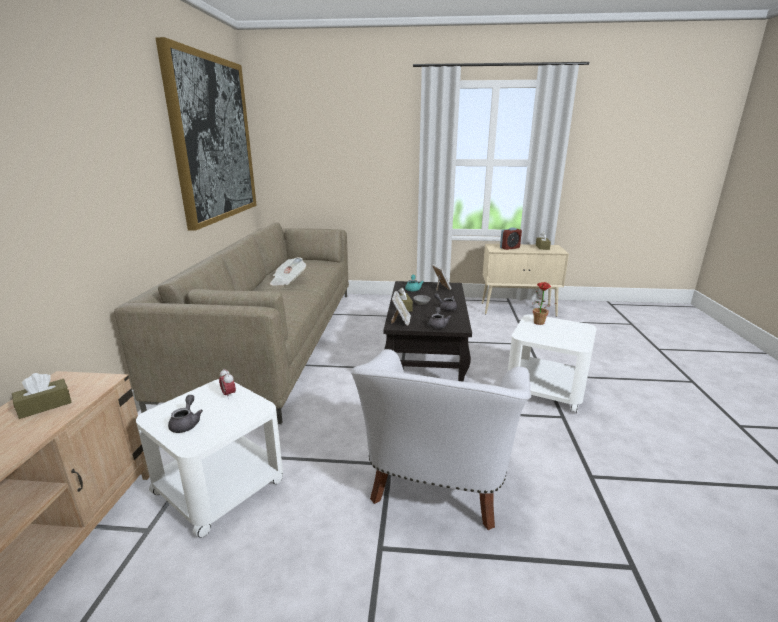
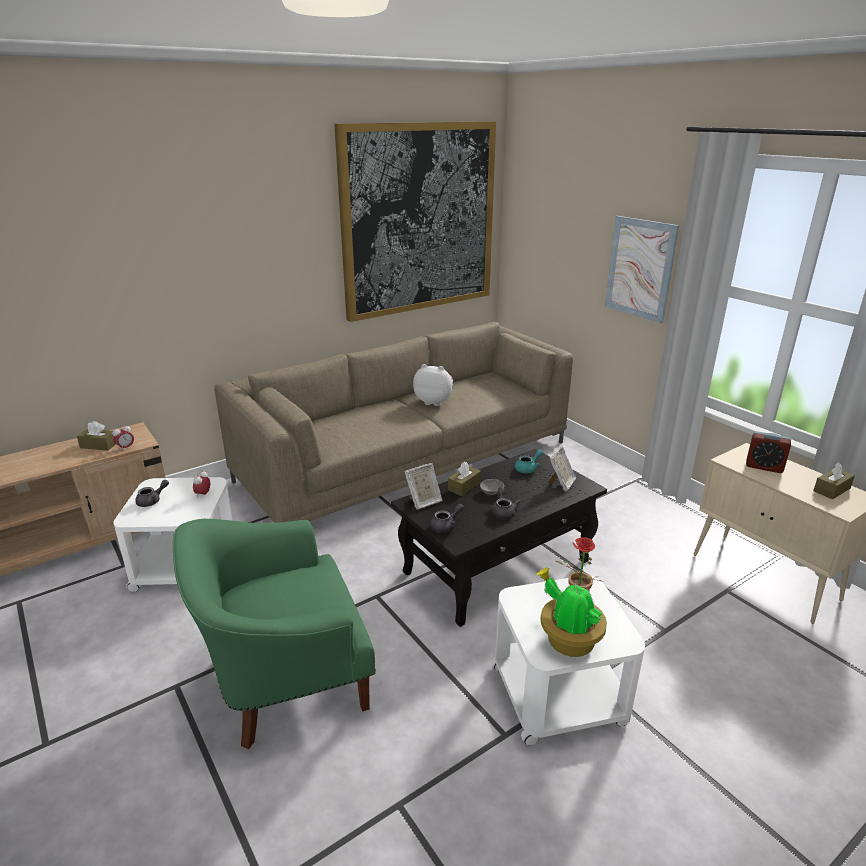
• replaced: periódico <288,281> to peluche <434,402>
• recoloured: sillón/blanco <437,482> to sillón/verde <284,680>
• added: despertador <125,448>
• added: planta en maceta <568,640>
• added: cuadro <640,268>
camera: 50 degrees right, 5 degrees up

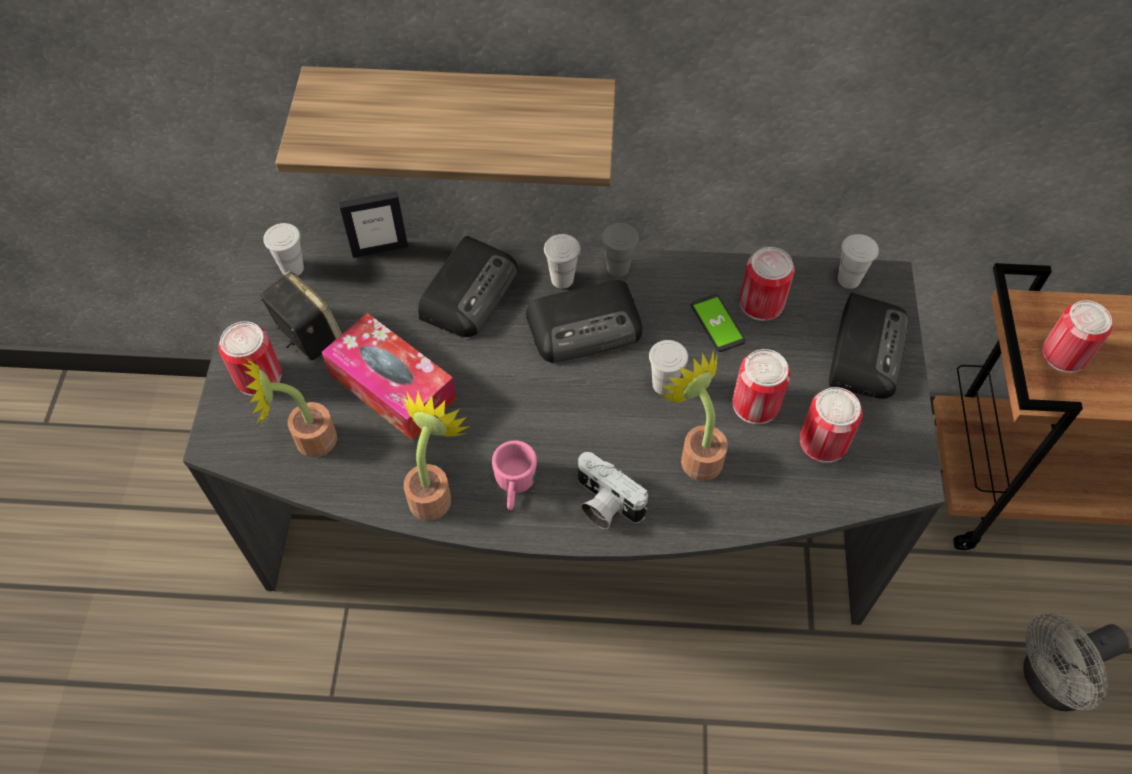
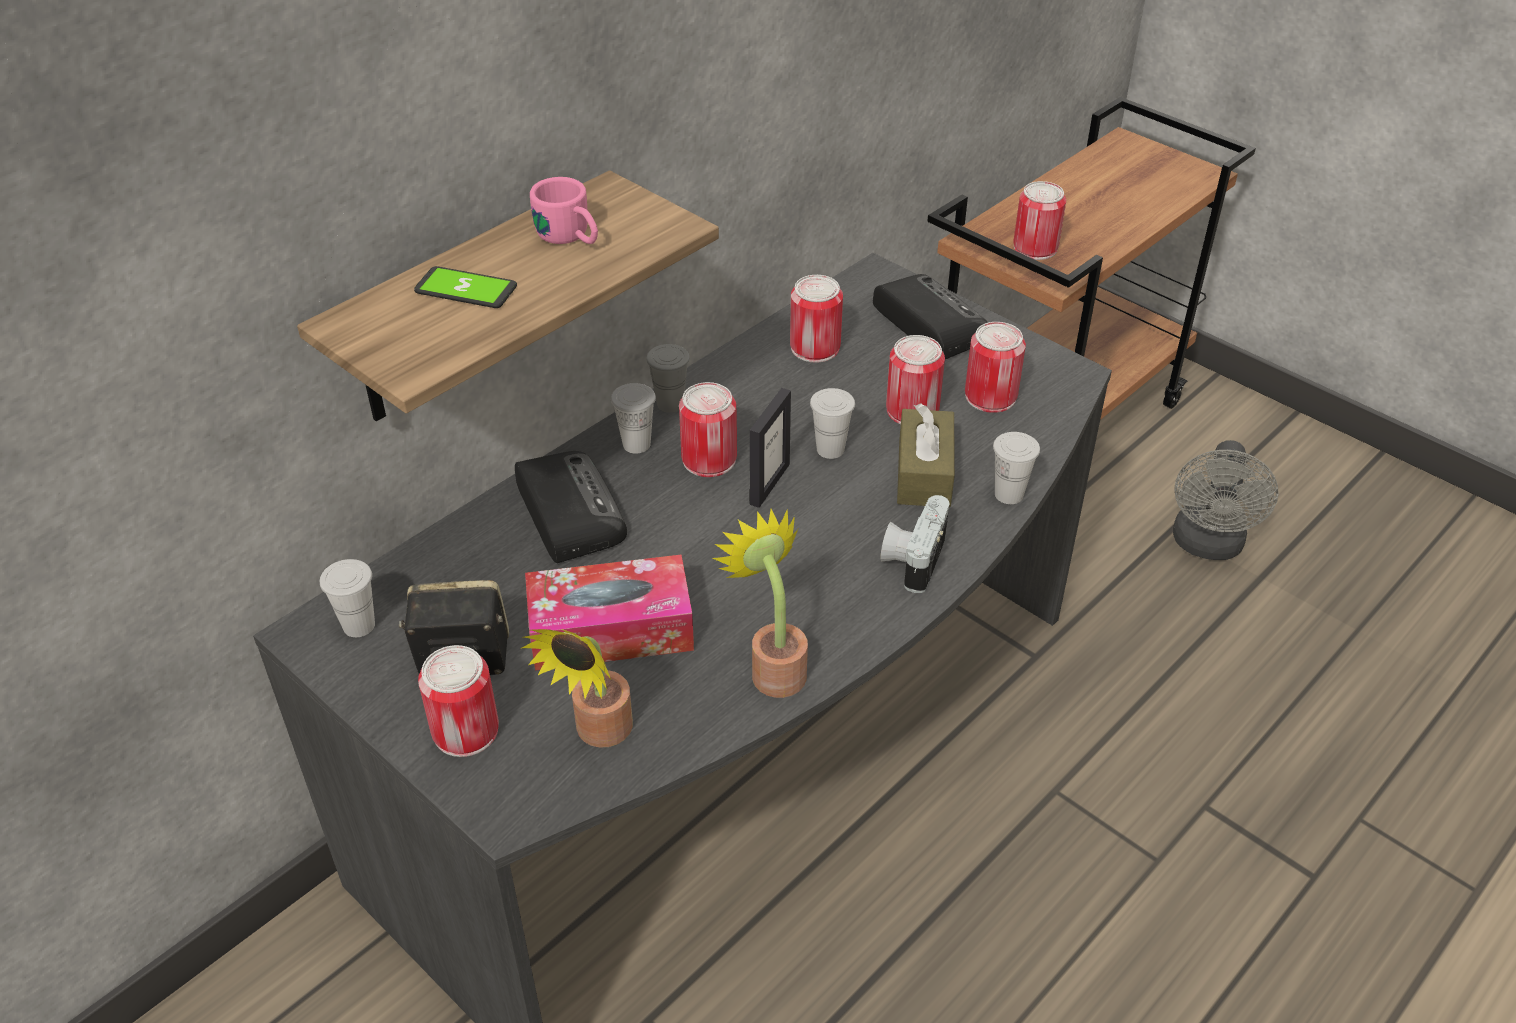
• moved: portarretratos <380,249> to <769,484>
• moved: taza grande/rosa <514,487> to <571,238>
• replaced: radio <586,326> to lata <709,459>
• turned: cámara <604,504> = <912,558> 120 degrees clockwise
• replaced: planta en maceta <696,455> to caja de pañuelos/marrón <924,473>
• moved: móvil <717,323> to <466,289>
• moved: taza/blanco <848,279> to <1009,494>
camera: 50 degrees left, 15 degrees down

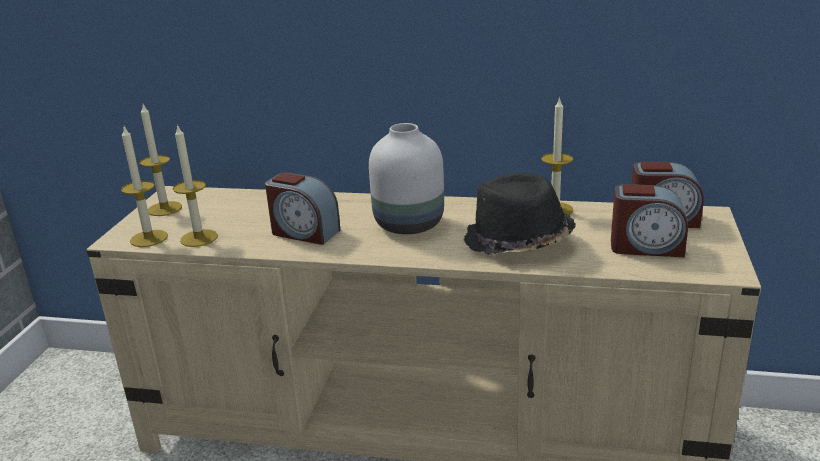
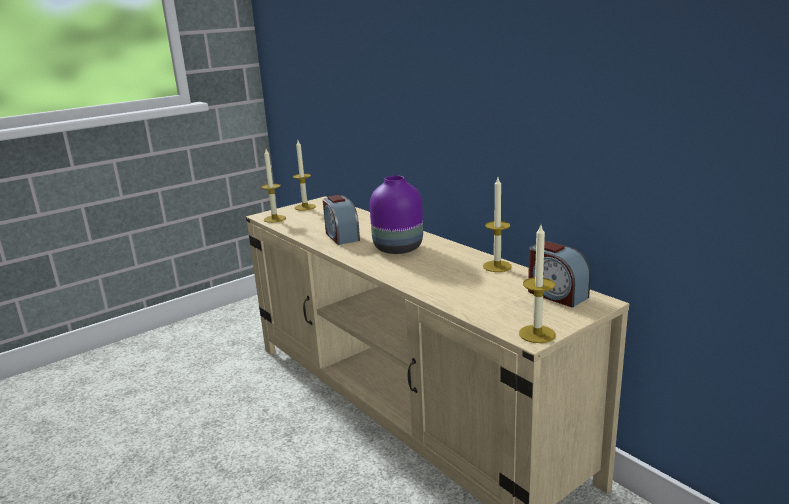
• moved: vela <199,238> to <537,334>
• recoloured: florero/blanco <407,225> to florero/morado <396,248>
• removed: sombrero/negro <517,241>
• removed: despertador <646,247>
camera: 40 degrees right, 5 degrees down

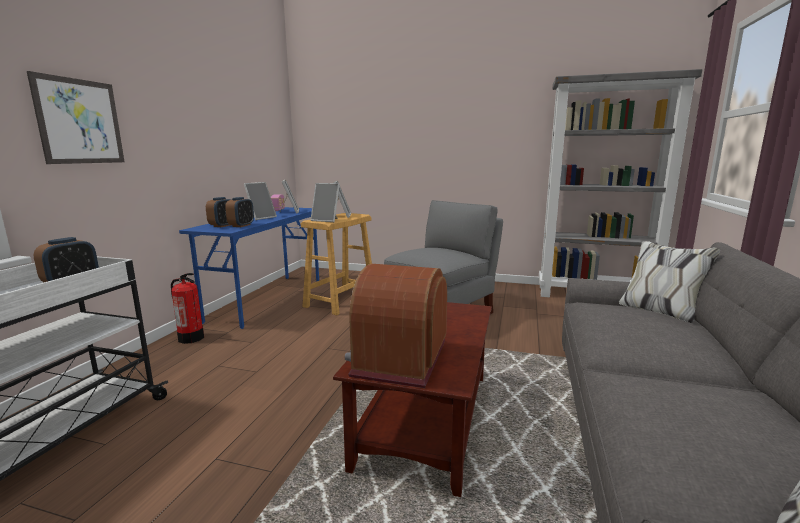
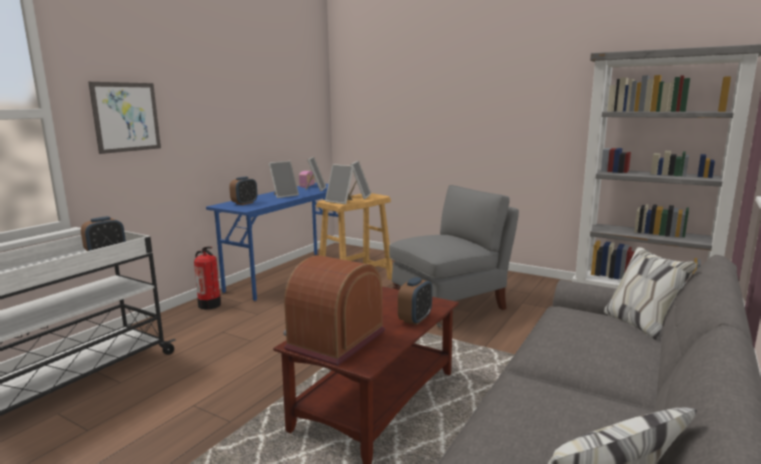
• moved: despertador <241,225> to <415,319>
camera: 15 degrees right, 0 degrees up

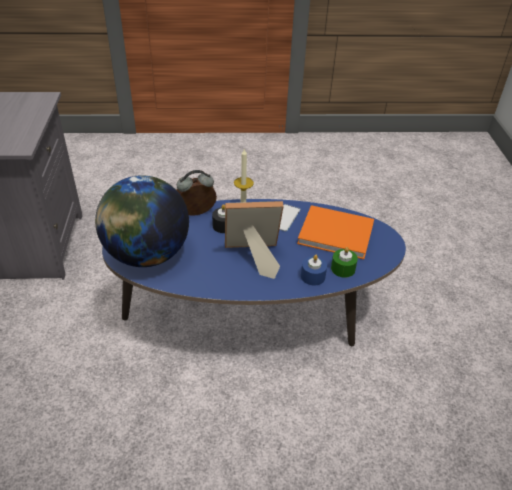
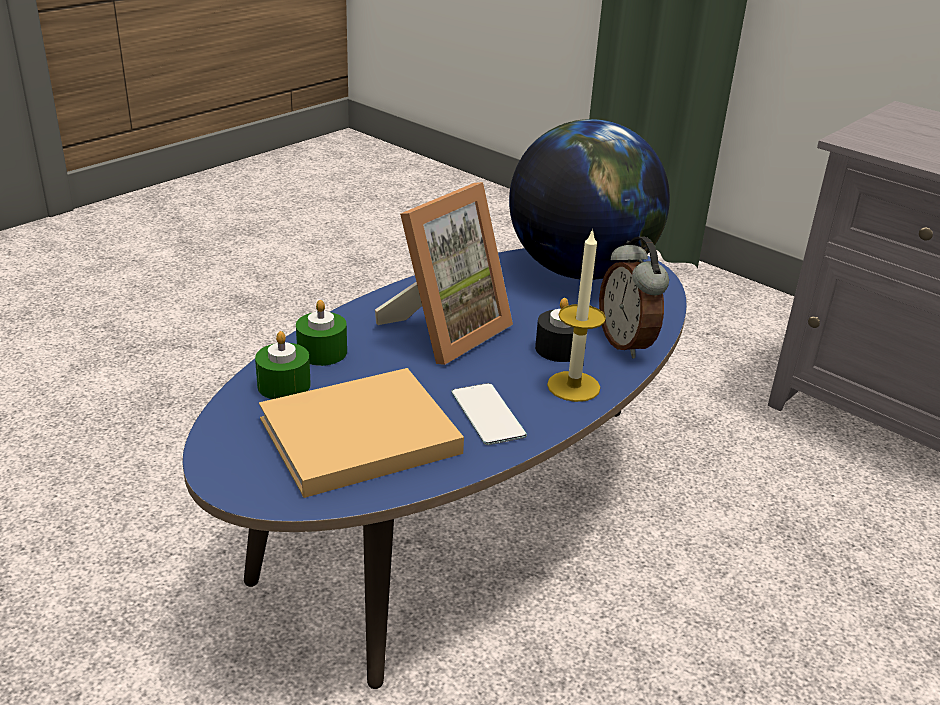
• turned: despertador <196,214> = <627,343> 135 degrees clockwise
• recoloured: libro/naranja <338,234> to libro/beis <354,437>
• recoloured: vela/azul <313,276> to vela/verde <322,352>
camera: 135 degrees right, 10 degrees down

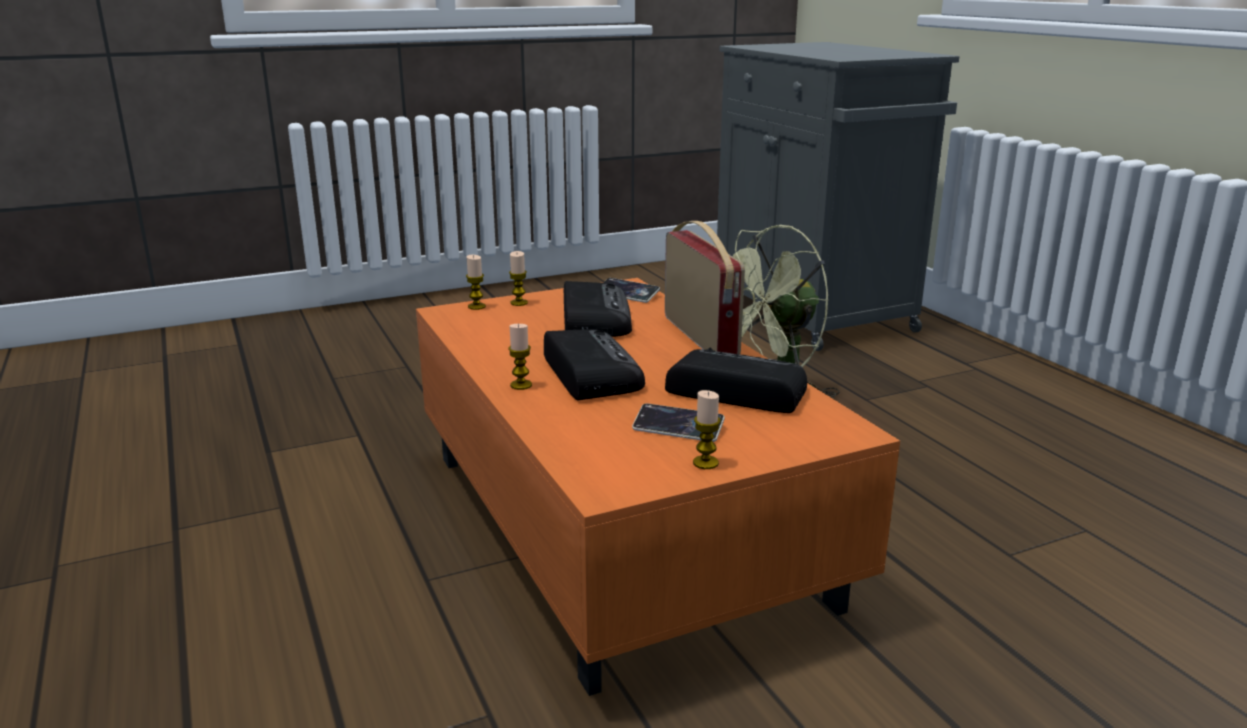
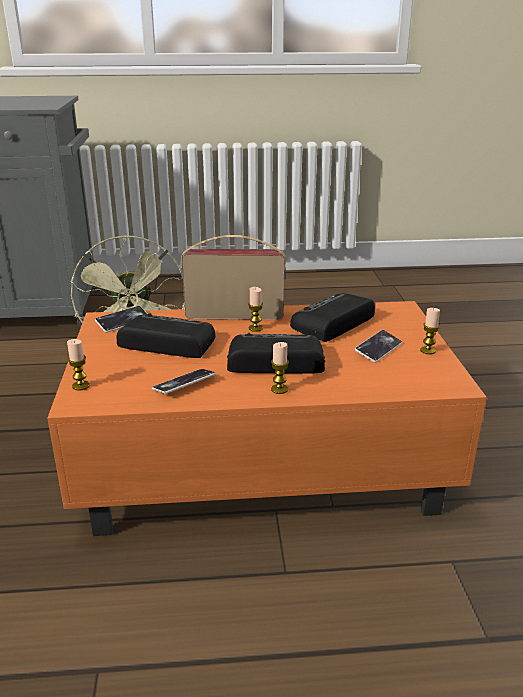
• moved: vela <519,303> to <255,328>
• added: móvil <184,384>
camera: 70 degrees left, 5 degrees up

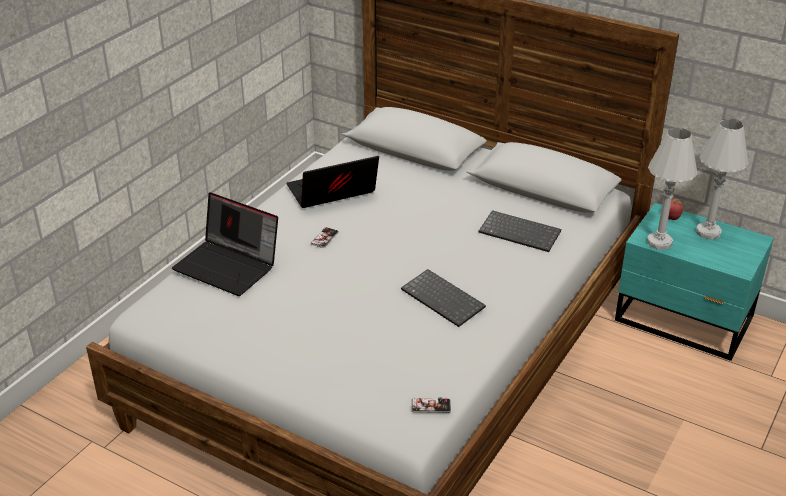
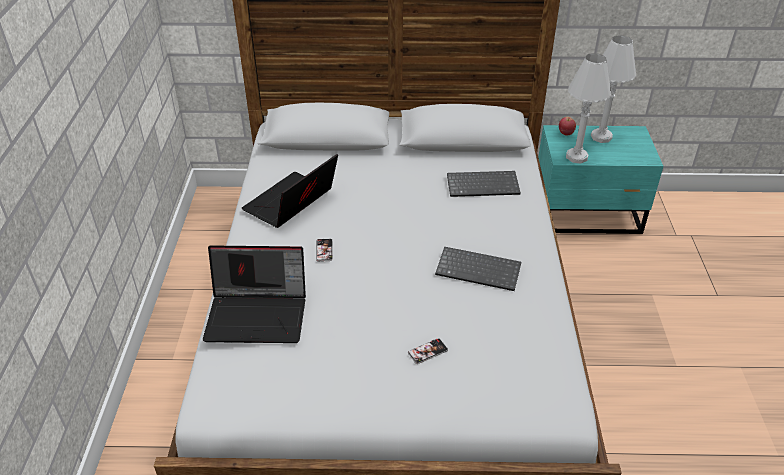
• moved: móvil <431,406> to <427,351>
camera: 30 degrees left, 5 degrees up

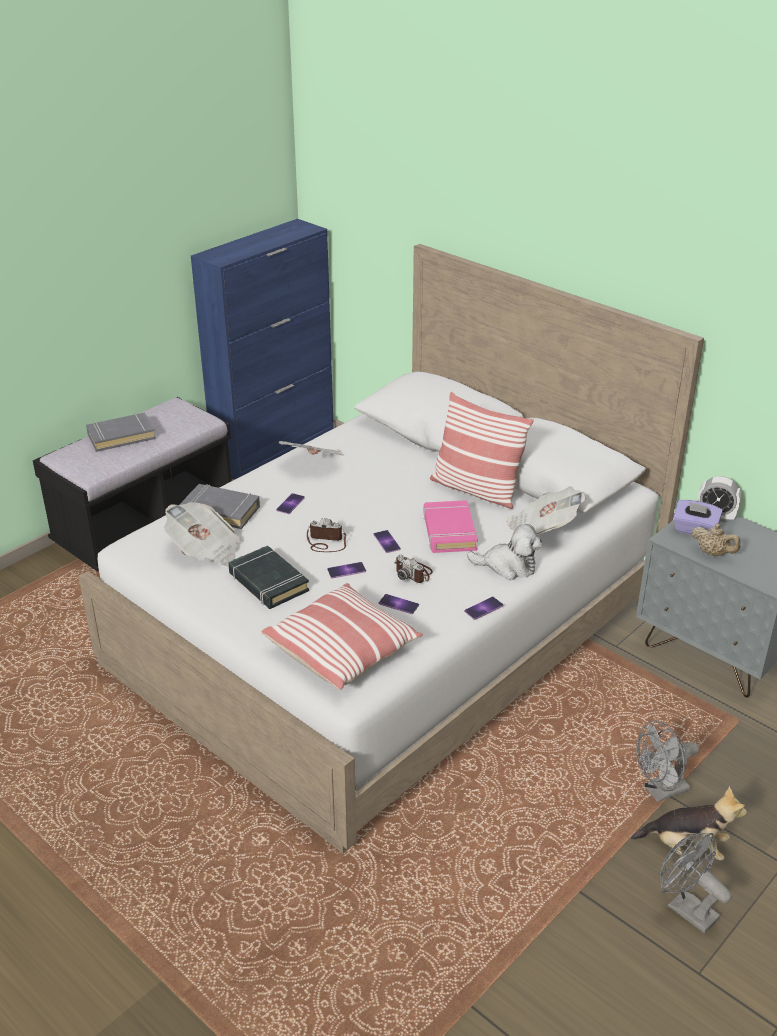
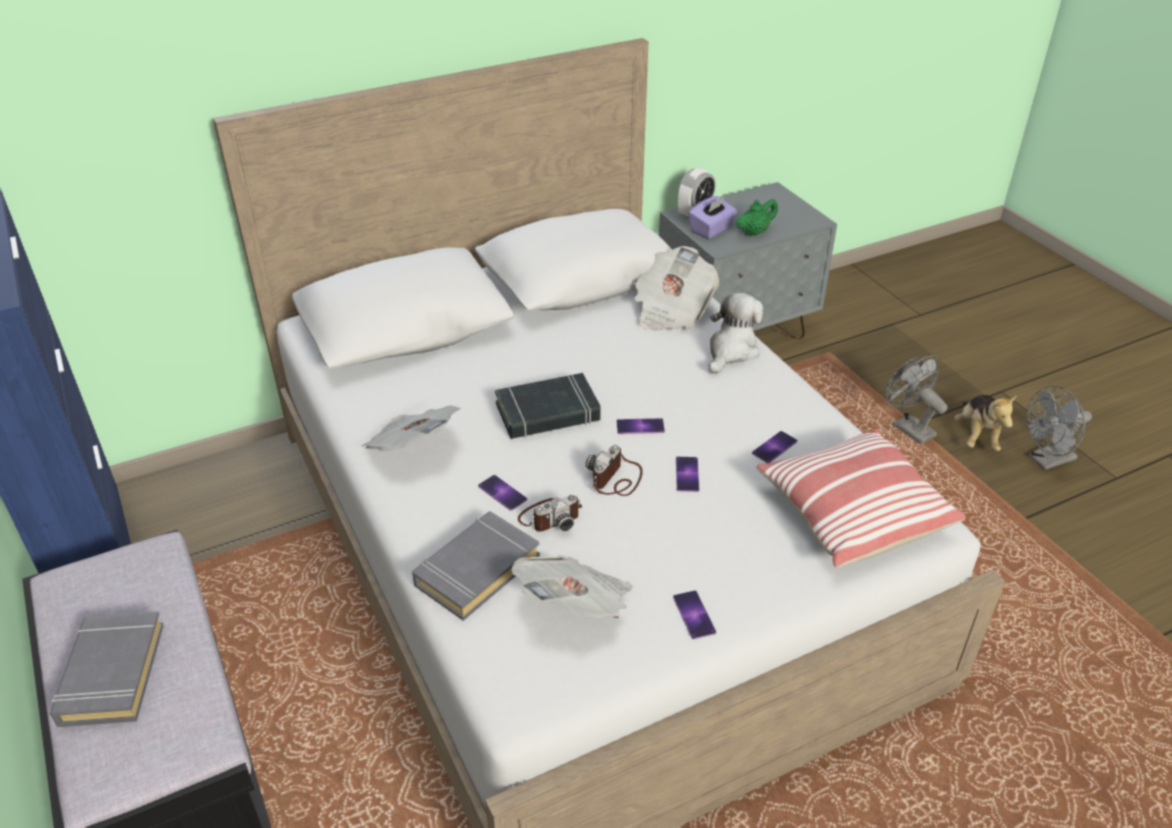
• moved: libro/negro <268,582> to <548,413>
• moved: cámara <413,573> to <550,517>
• removed: libro/rosa <449,531>
• removed: cojín <476,489>
• moved: móvil <483,608> to <694,615>
• turned: peluche <687,847> = <976,435> 150 degrees clockwise
• turned: ventilador/gris <660,791> = <907,427> 150 degrees clockwise
• recoloured: tetera/beis <713,553> to tetera/verde <754,232>
camera: 70 degrees left, 5 degrees up

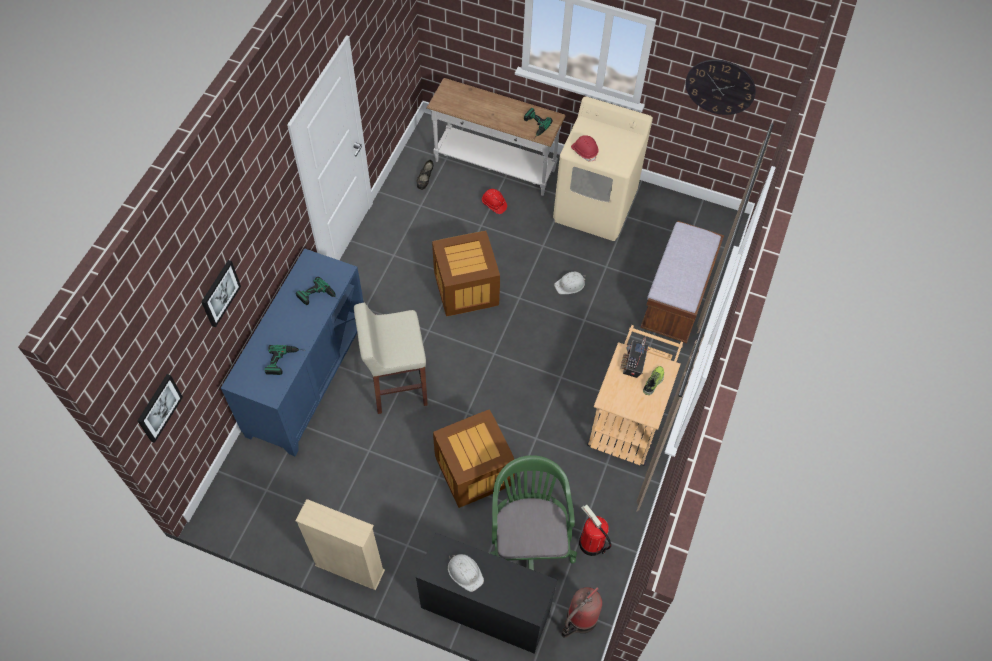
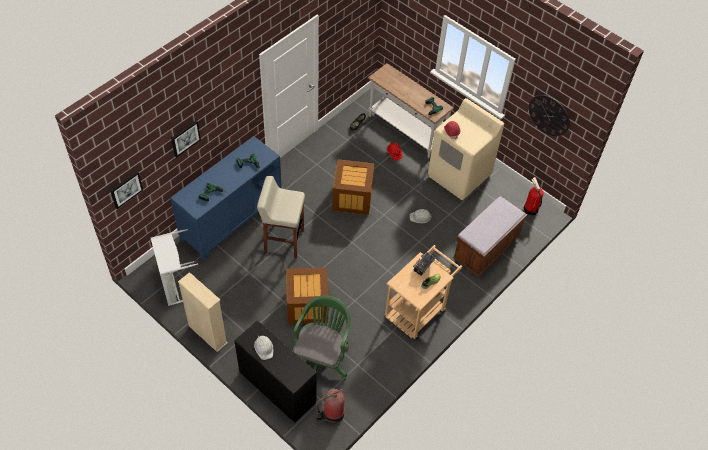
• moved: extintor <591,543> to <530,209>
• added: cesto de la ropa/gris <175,285>
camera: 20 degrees right, 5 degrees down

